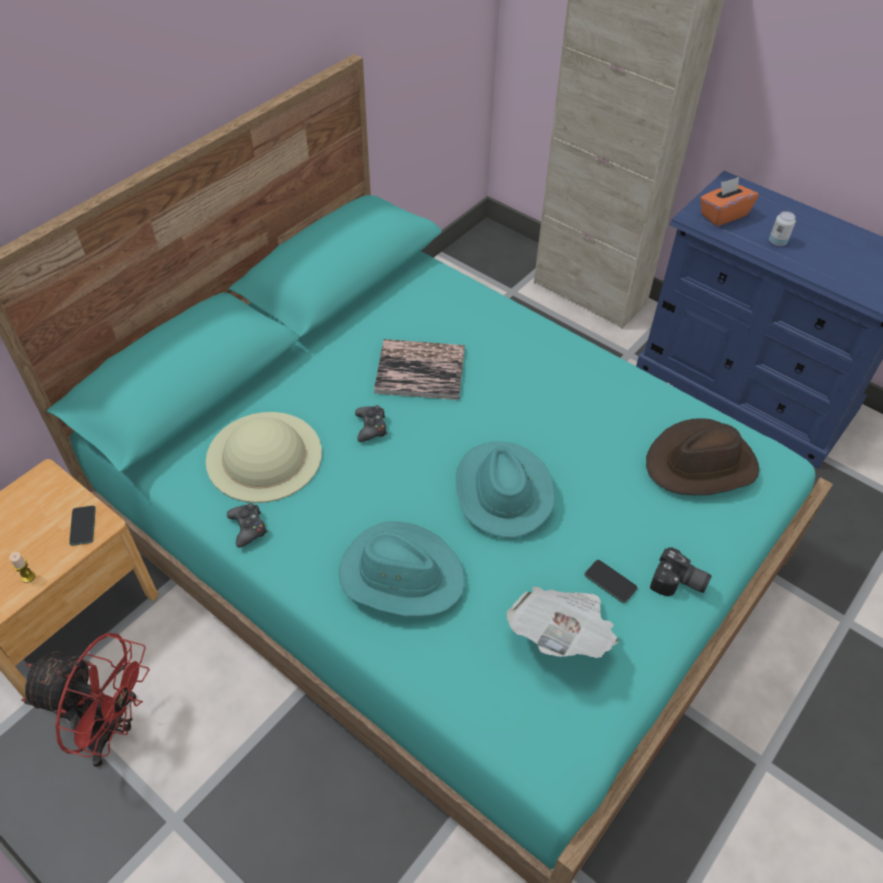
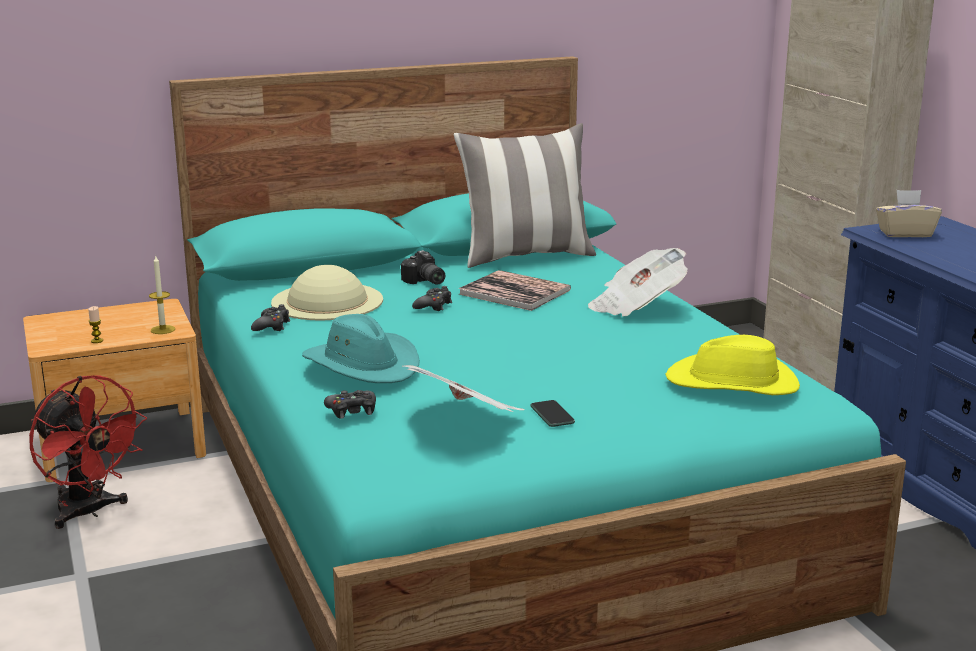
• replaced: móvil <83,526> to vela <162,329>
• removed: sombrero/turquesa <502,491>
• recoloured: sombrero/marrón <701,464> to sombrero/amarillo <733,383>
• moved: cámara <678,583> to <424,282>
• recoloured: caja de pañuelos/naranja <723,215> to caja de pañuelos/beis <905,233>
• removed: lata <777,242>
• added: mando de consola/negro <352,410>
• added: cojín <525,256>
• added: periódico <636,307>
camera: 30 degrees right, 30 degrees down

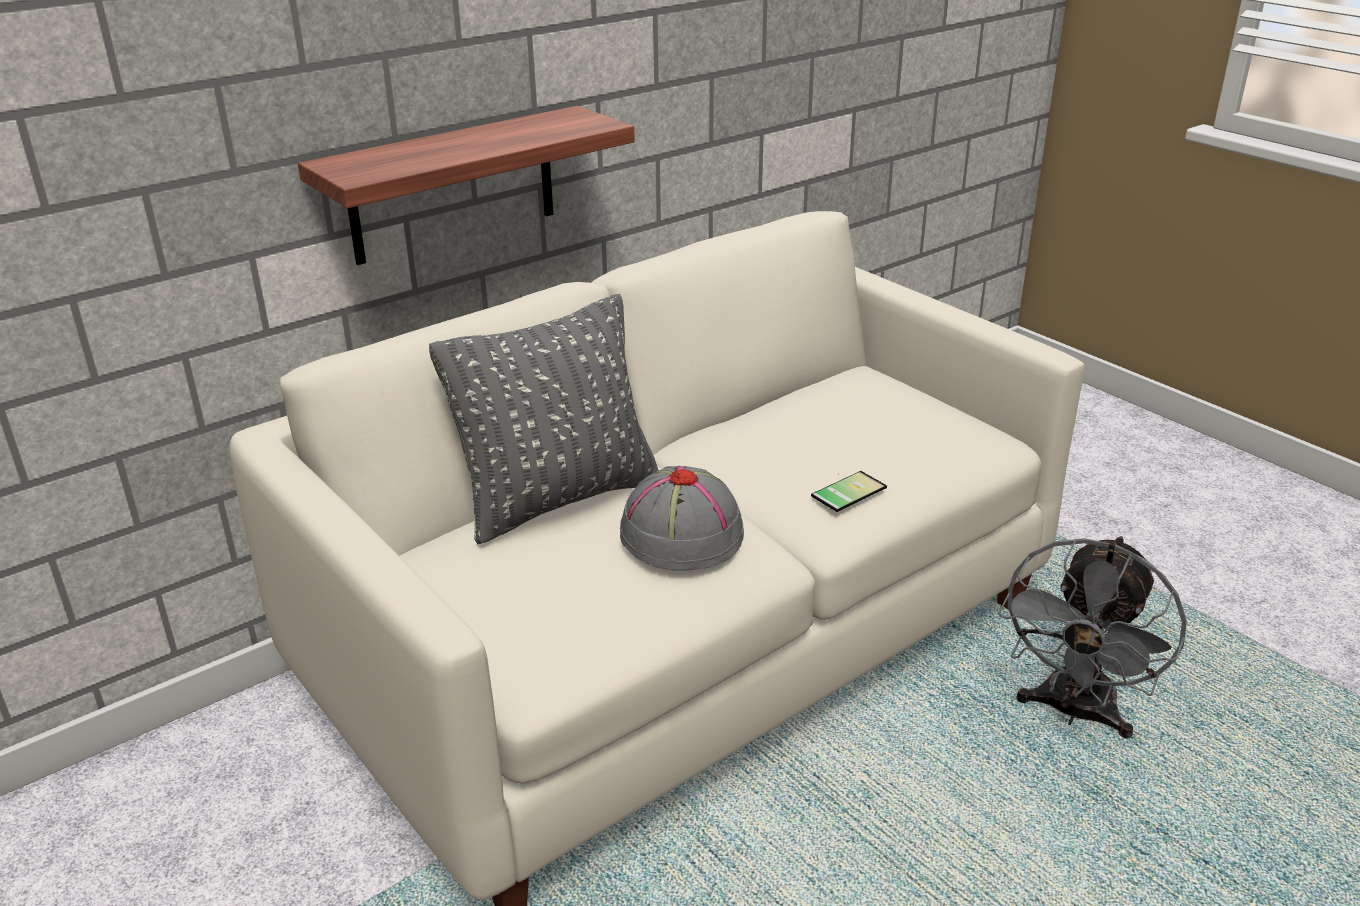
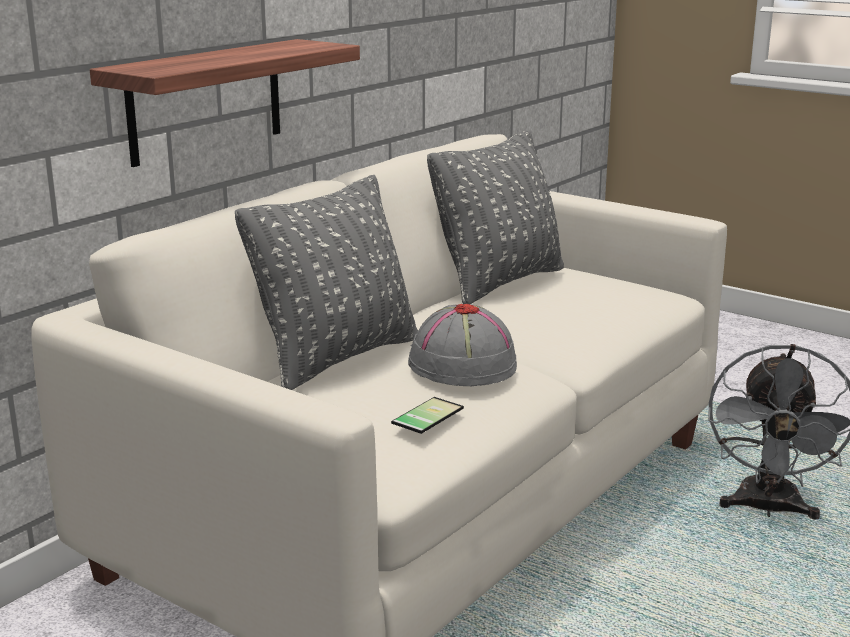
• moved: móvil <846,490> to <424,414>
• added: cojín/gris <499,282>
camera: 15 degrees left, 10 degrees down

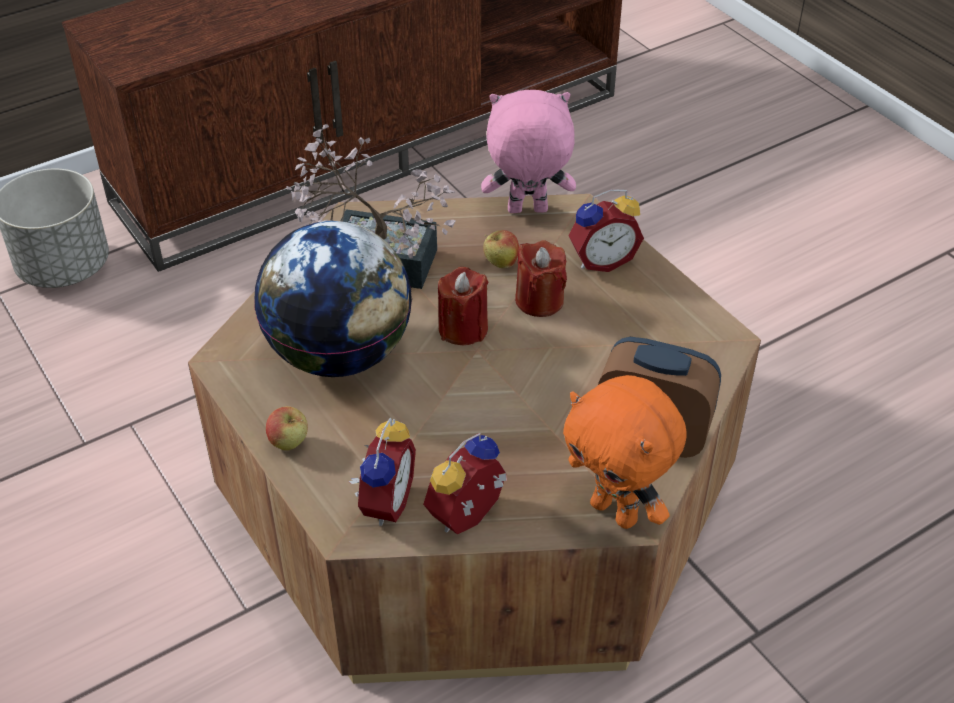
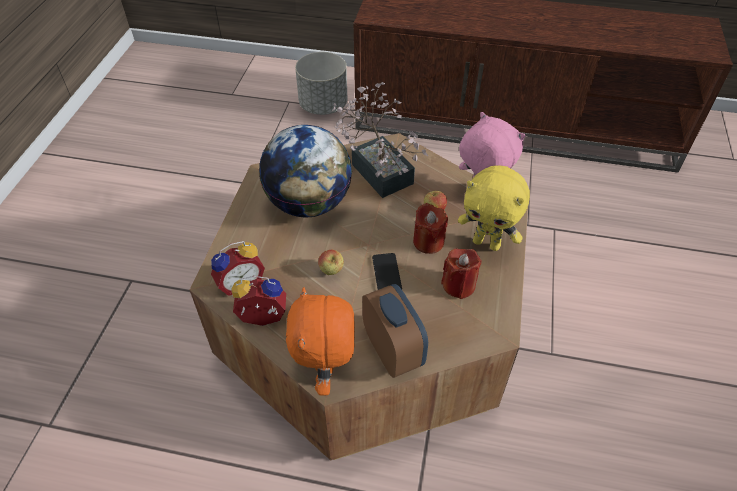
• moved: manzana <289,444> to <331,271>
• moved: vela/rojo <463,329> to <459,285>
• replaced: despertador <601,260> to peluche/amarillo <487,243>
• added: móvil <386,273>
camera: 45 degrees right, 5 degrees up

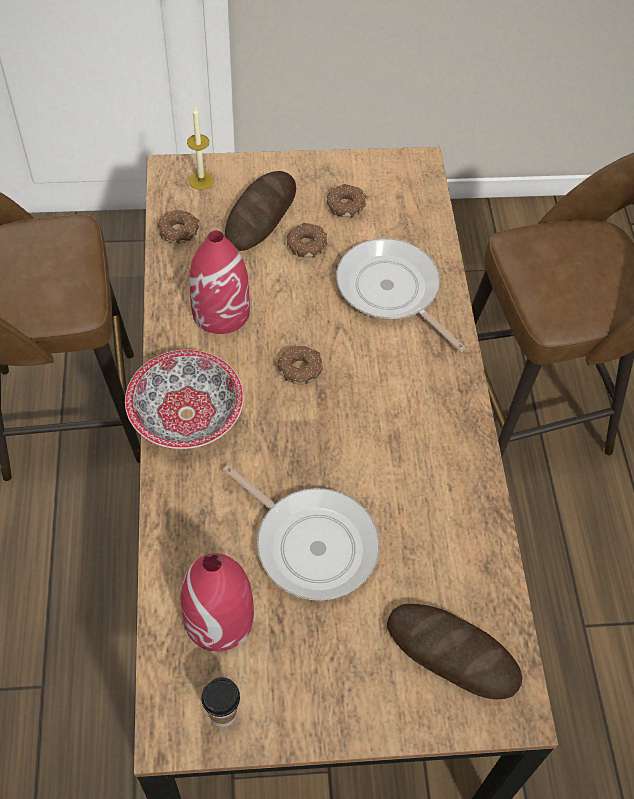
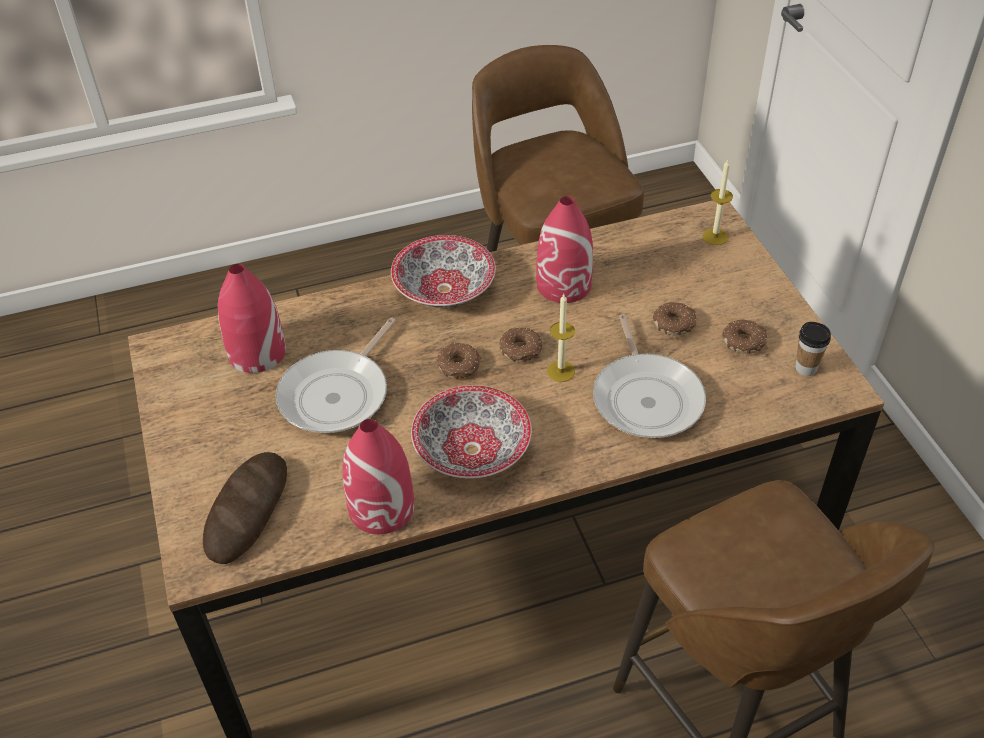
• moved: rosquilla <179,231> to <459,366>
• moved: taza <223,714> to <806,368>
• removed: pan <261,215>
• turned: sartén <391,291> = <646,397> 135 degrees clockwise
• added: florero/rojo <382,508>
• added: cuenco <472,449>
• added: vela <561,371>
camera: 80 degrees right, 10 degrees down

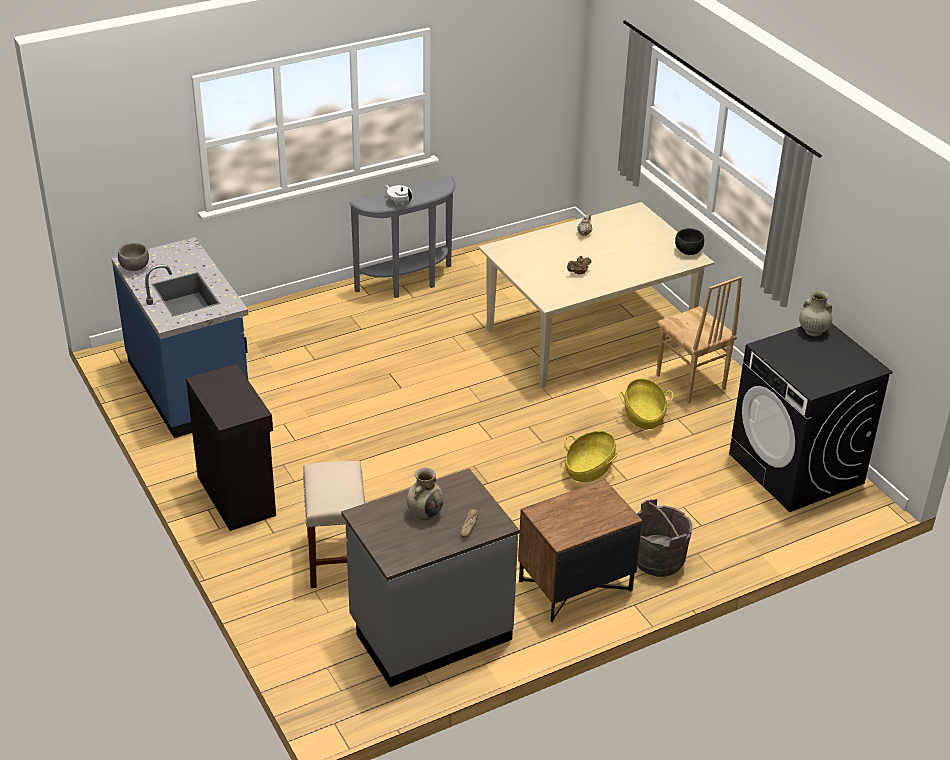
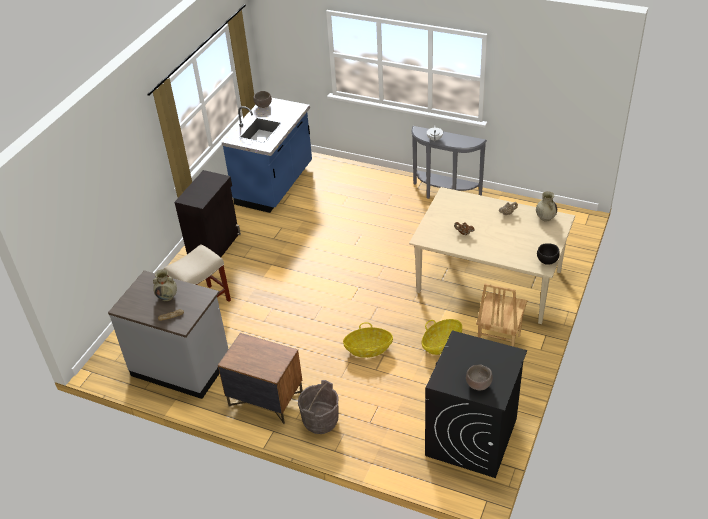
• moved: florero/beis <812,331> to <545,217>
• added: cuenco/marrón <478,385>
camera: 55 degrees right, 5 degrees up

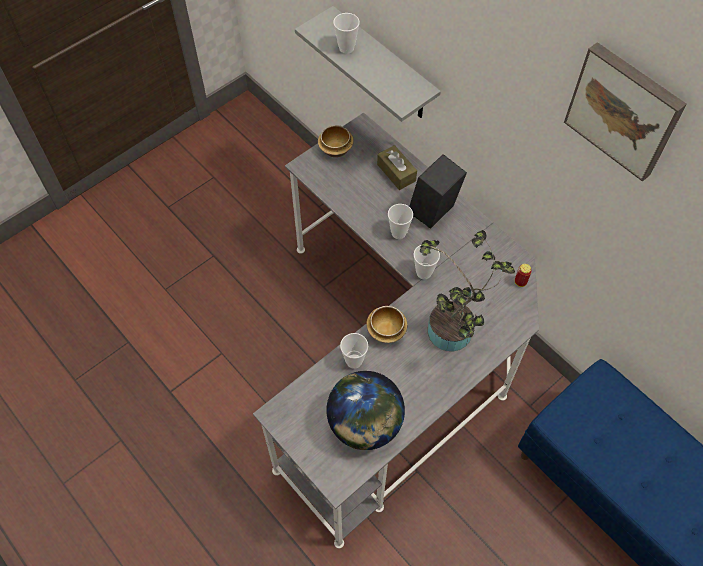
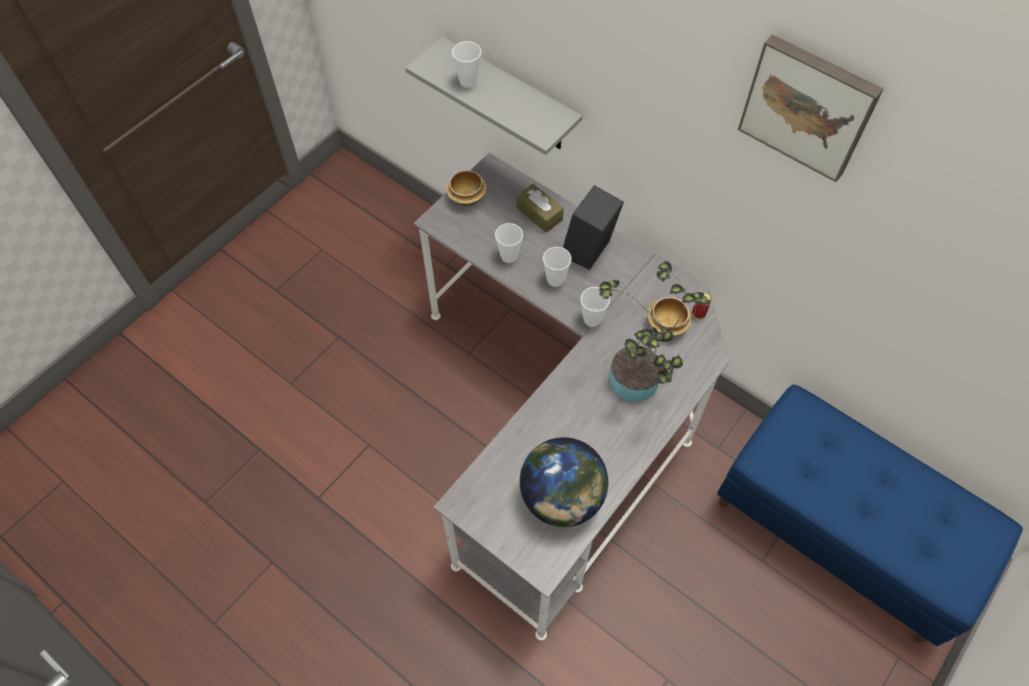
• moved: taza <354,361> to <509,256>
• moved: cuenco <386,330> to <666,324>
camera: 10 degrees left, 0 degrees up

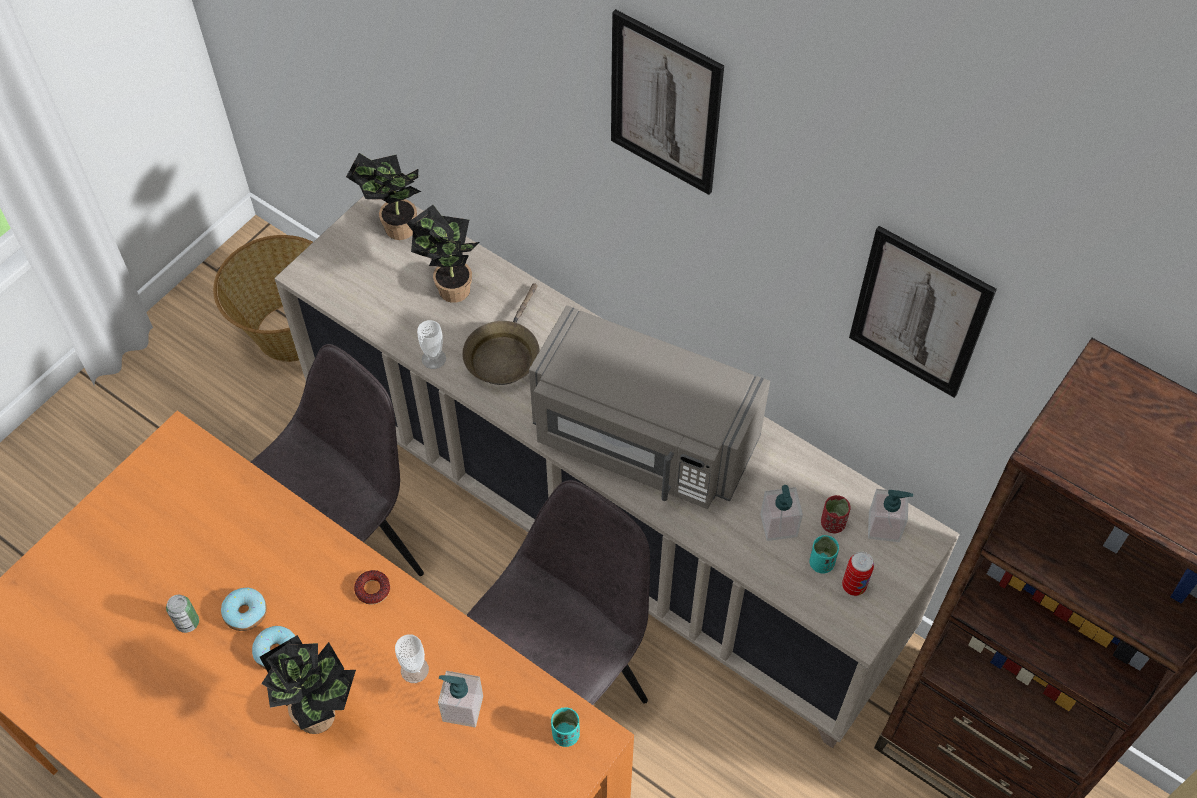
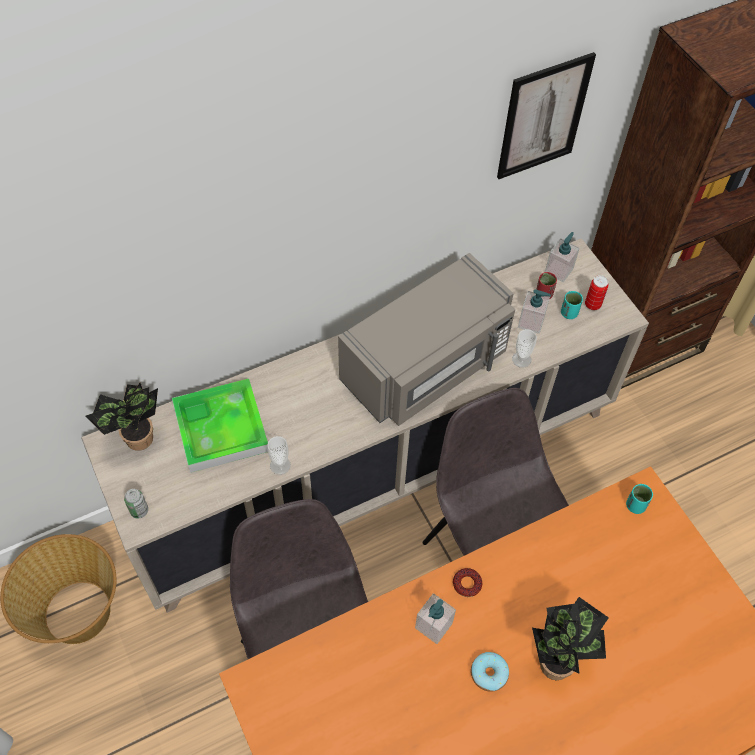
• moved: lata <187,622> to <139,511>
• removed: rosquilla <245,613>
• moved: taza <414,670> to <521,359>
• replaced: planta en maceta <449,288> to bandeja <221,428>
• moved: dispensador de jabón <462,708> to <433,625>
• removed: sartén/marrón <504,354>
• removed: cuadro <665,103>
camera: 65 degrees left, 0 degrees up

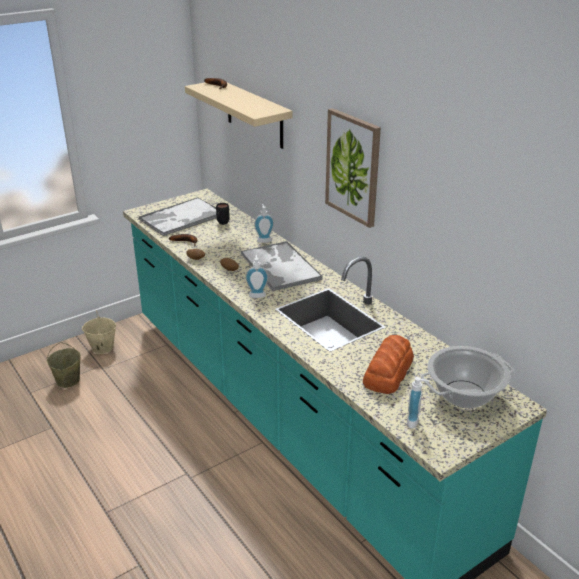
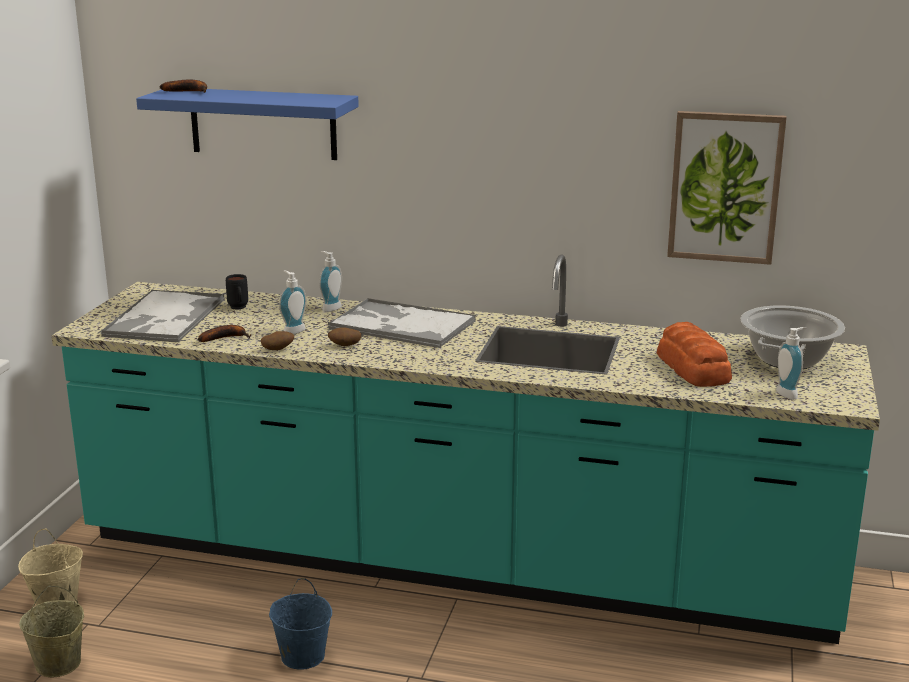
• recoloured: estante/beis <254,114> to estante/azul <263,123>
• moved: dispensador de jabón <257,294> to <292,330>
• moved: cuadro <353,167> to <725,187>
• added: cubo/azul <302,656>
camera: 40 degrees left, 10 degrees down

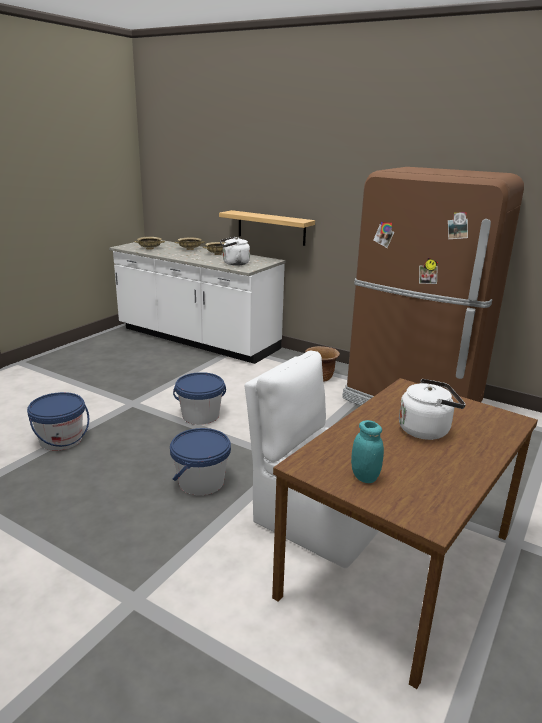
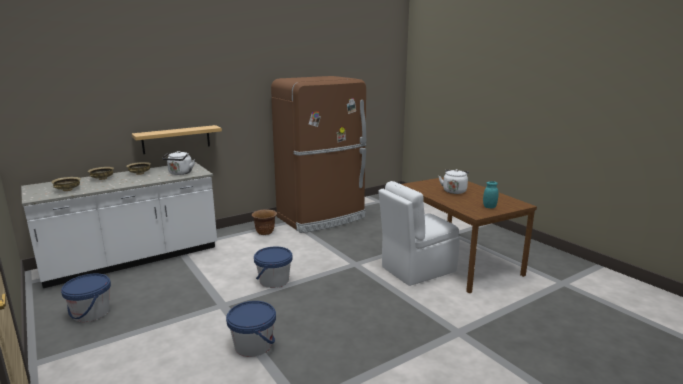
• moved: cubo/azul <201,482> to <91,313>
camera: 65 degrees left, 5 degrees down

